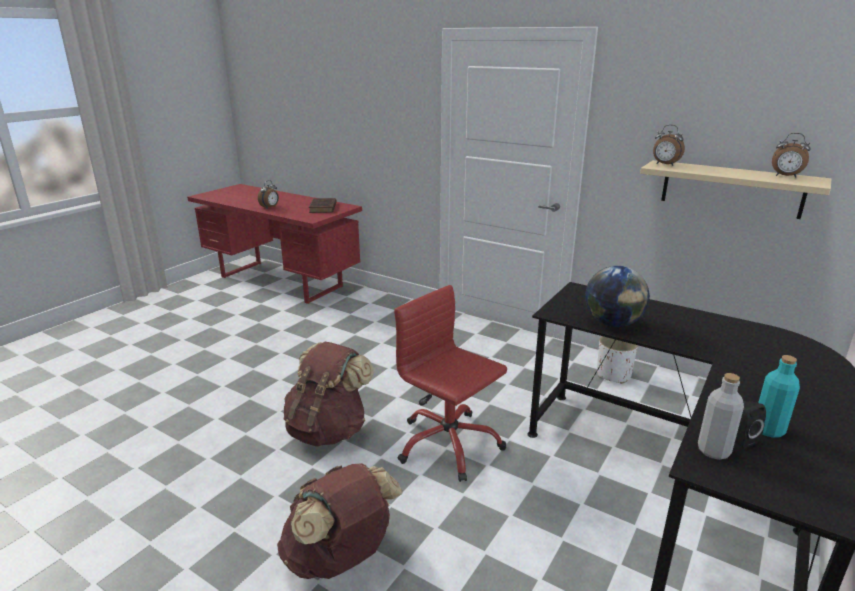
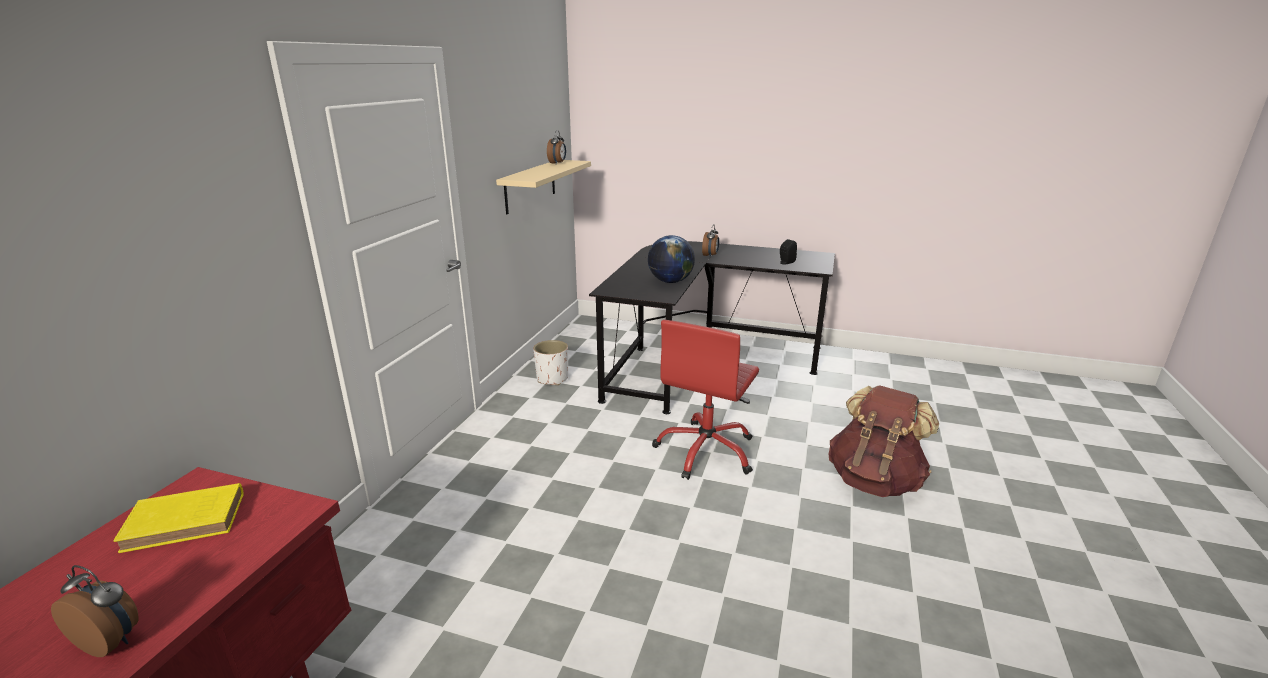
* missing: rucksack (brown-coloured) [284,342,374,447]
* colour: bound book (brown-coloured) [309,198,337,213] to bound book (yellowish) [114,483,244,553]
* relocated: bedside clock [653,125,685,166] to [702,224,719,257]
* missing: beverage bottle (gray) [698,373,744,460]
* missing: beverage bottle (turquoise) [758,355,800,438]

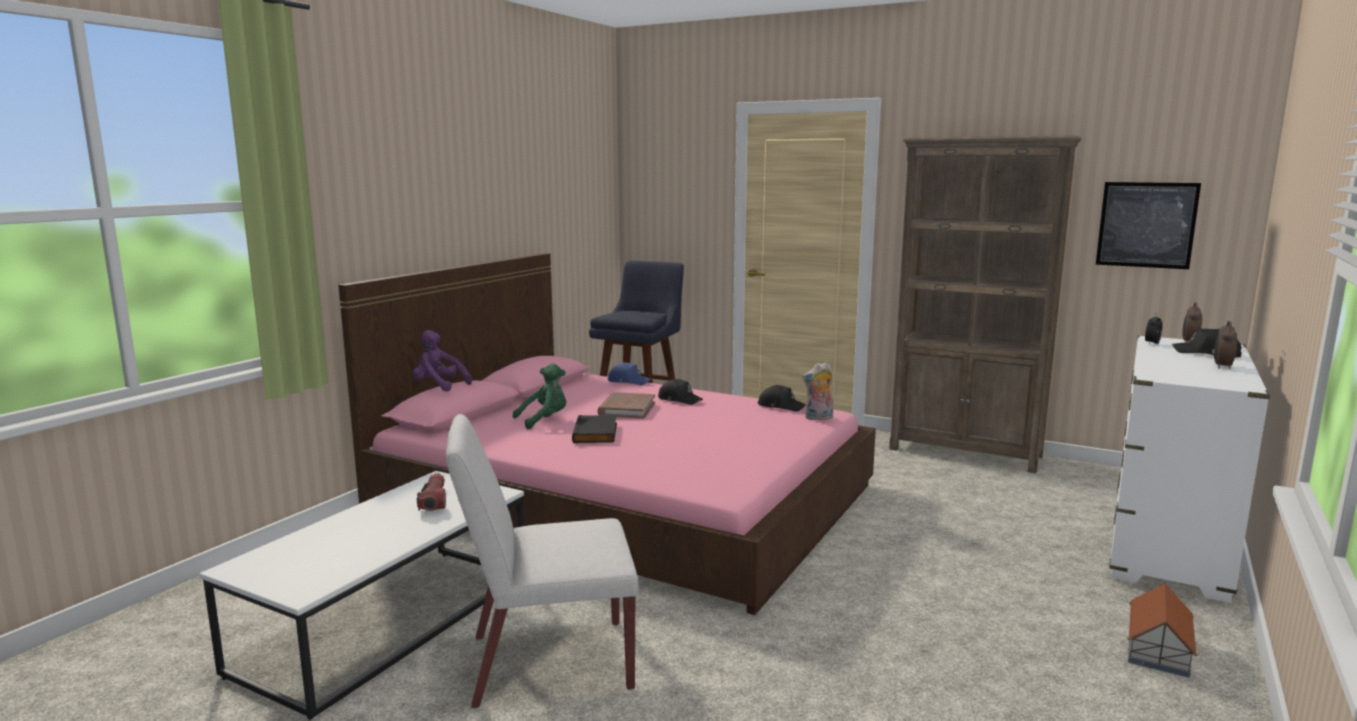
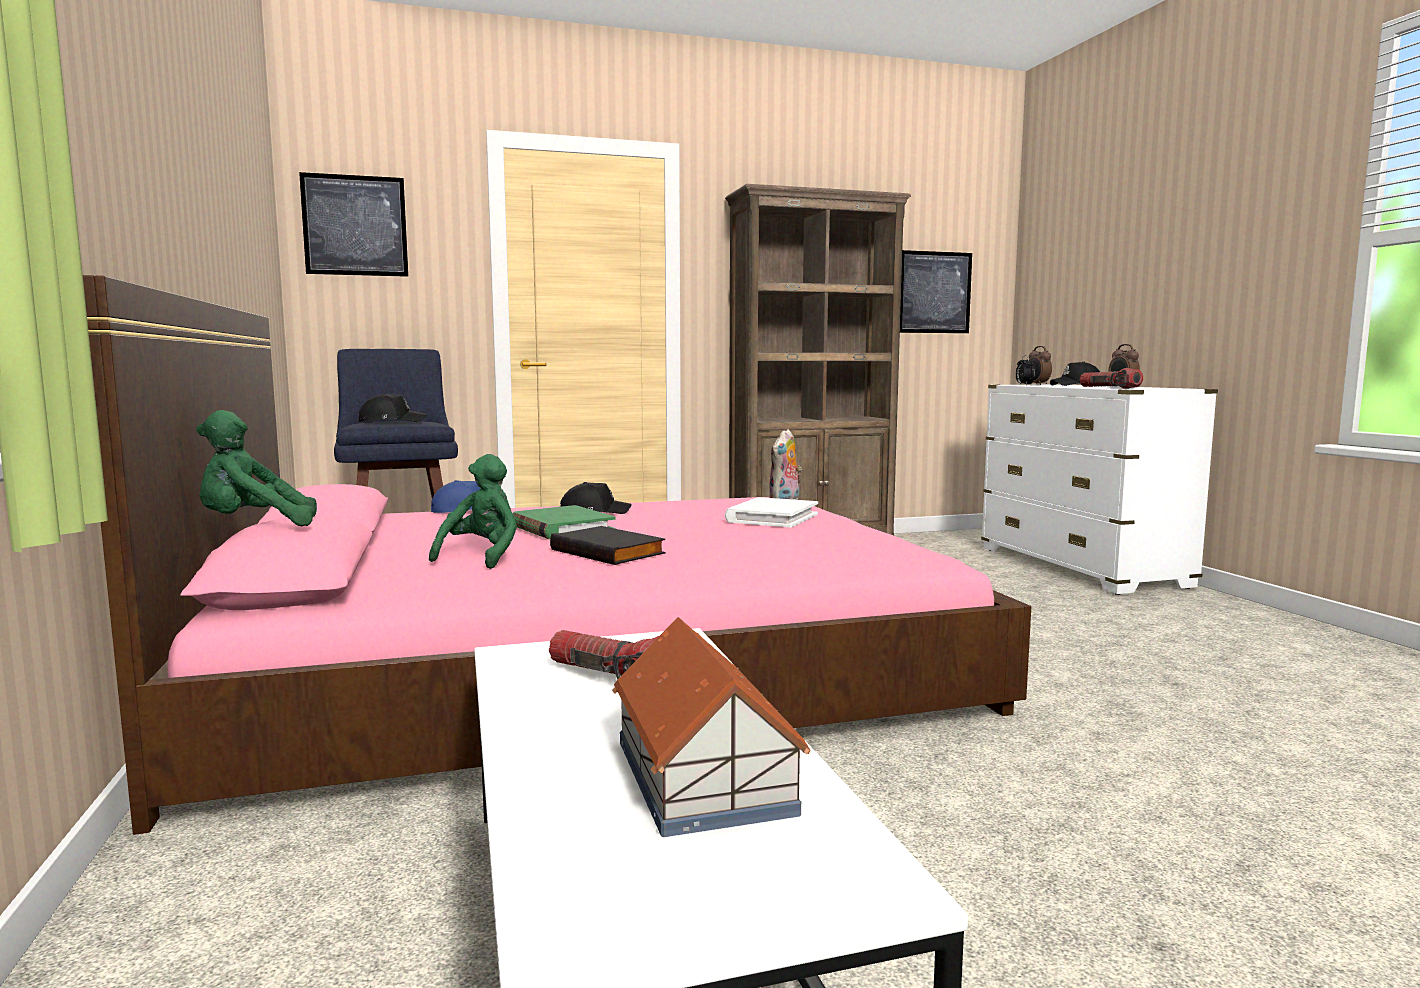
* colour: plush toy (purple) [413,330,472,391] to plush toy (green) [196,410,317,526]
* missing: chair (white) [446,414,639,709]
* colour: bound book (brown-coloured) [597,392,655,419] to bound book (green) [513,505,616,539]
* relocated: cap (blackish) [758,385,805,412] to [357,393,427,422]
* relocated: model house [1127,584,1198,678] to [612,617,811,837]
* appeared: wall art [299,172,408,277]
* appeared: bound book (white) [725,497,818,528]
* appeared: hand torch [1080,368,1143,389]

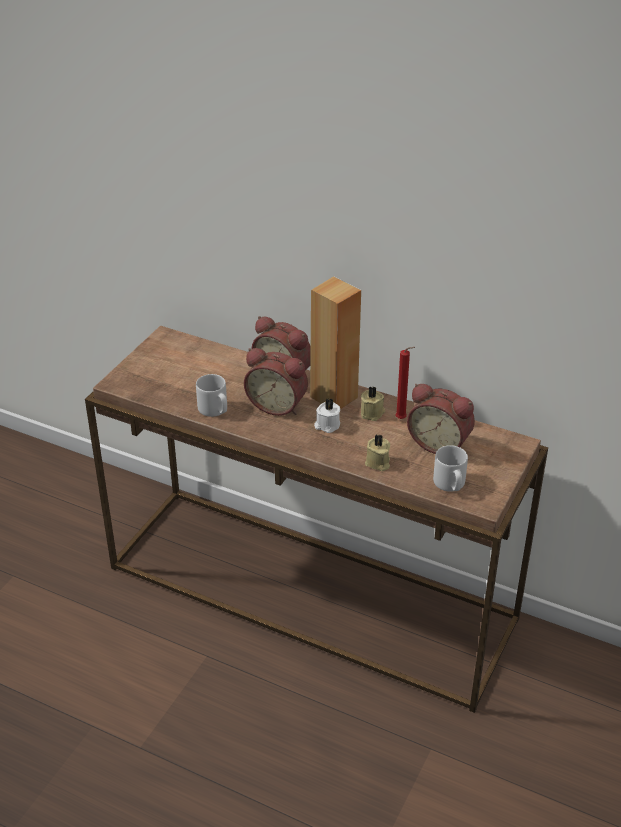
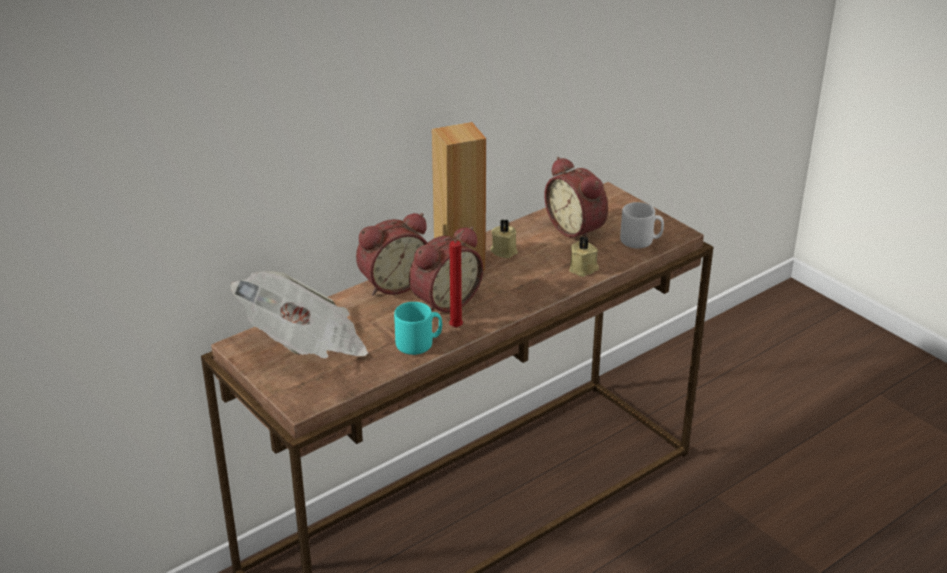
* colour: tea mug (gray) [196,374,227,417] to tea mug (turquoise) [394,302,442,355]
* missing: candle (white) [314,398,340,433]
* relocated: candle (red-coloured) [395,347,415,419] to [449,229,465,328]
* spun: bedside clock [407,384,475,454] = [544,157,608,242] 90 degrees clockwise
* appeared: daily paper [231,271,368,359]

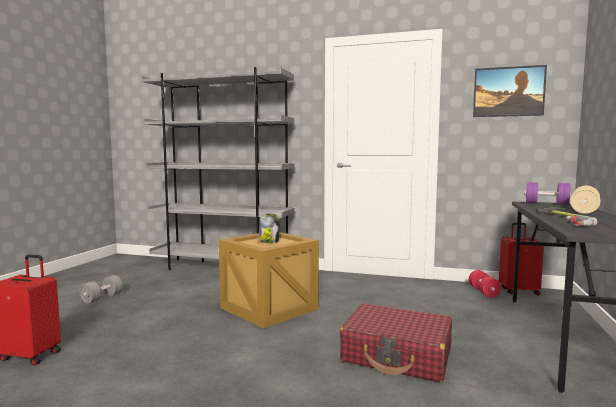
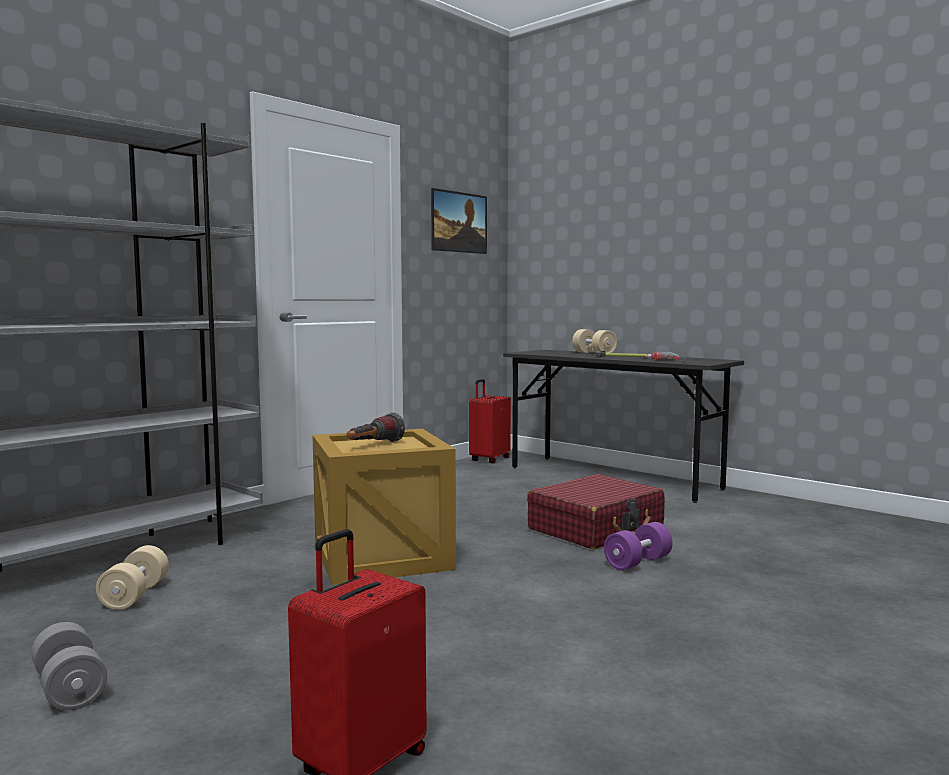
* exchanged: jar [258,214,280,243] to hand torch [347,412,405,442]
* missing: hand weight (red-coloured) [469,270,502,298]
* relocated: hand weight (purple) [525,182,571,205] to [604,522,673,570]
* appeared: hand weight (beige) [96,545,169,610]

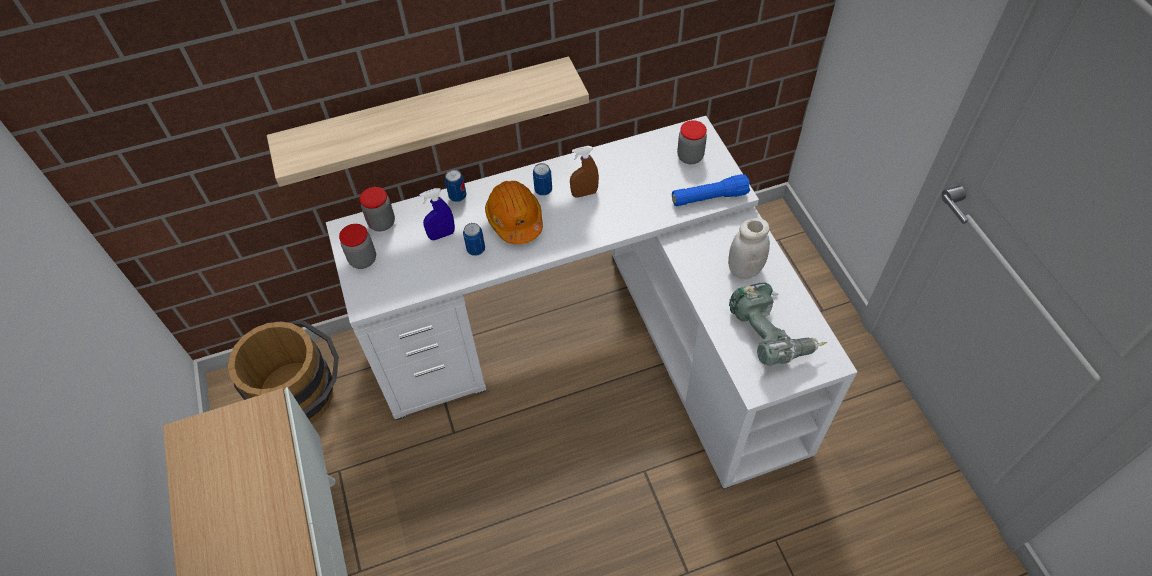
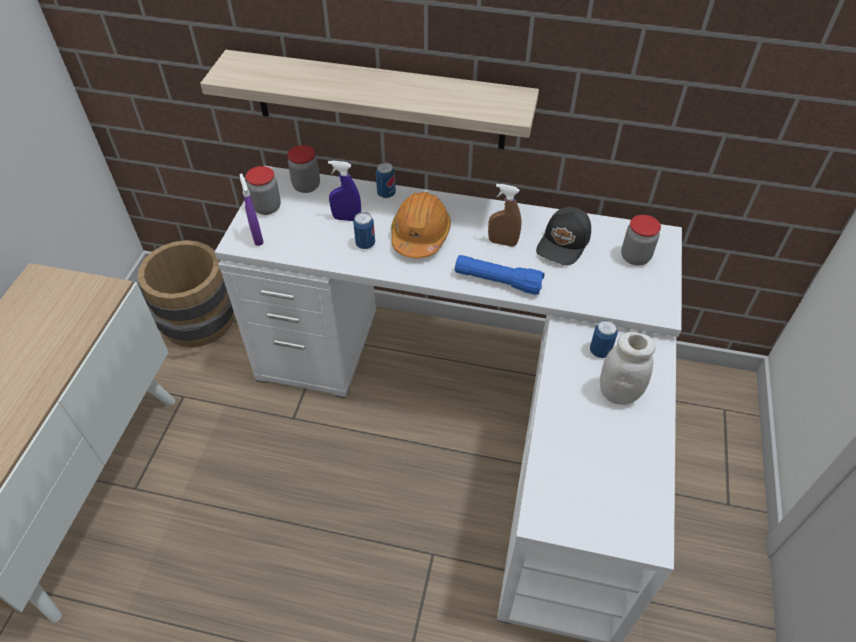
* relocated: can [533,163,552,195] to [590,320,618,358]
* relocated: hand torch (blue-coloured) [672,174,750,206] to [455,255,545,295]
* missing: power drill [729,282,828,366]
* appeared: sprayer (purple) [240,174,264,246]
* appeared: cap (blackish) [536,207,591,265]

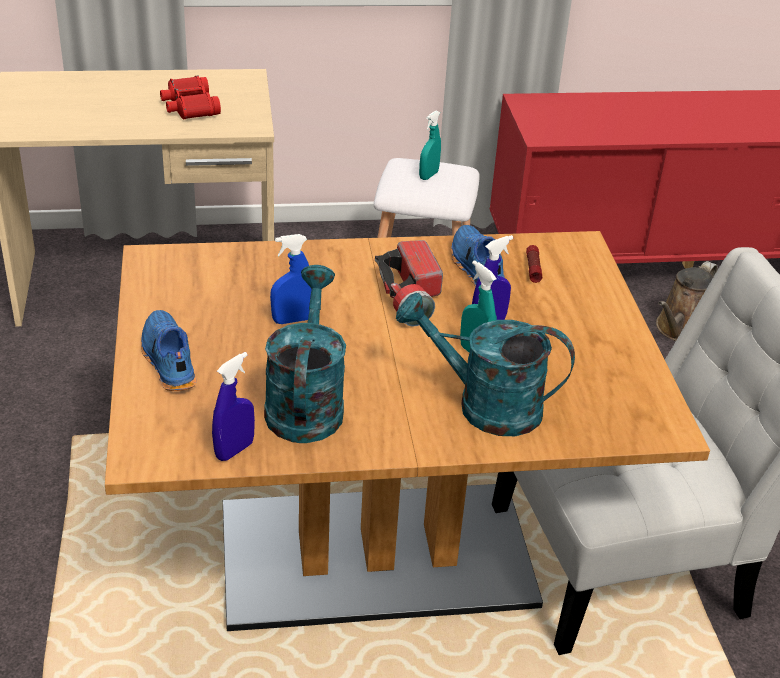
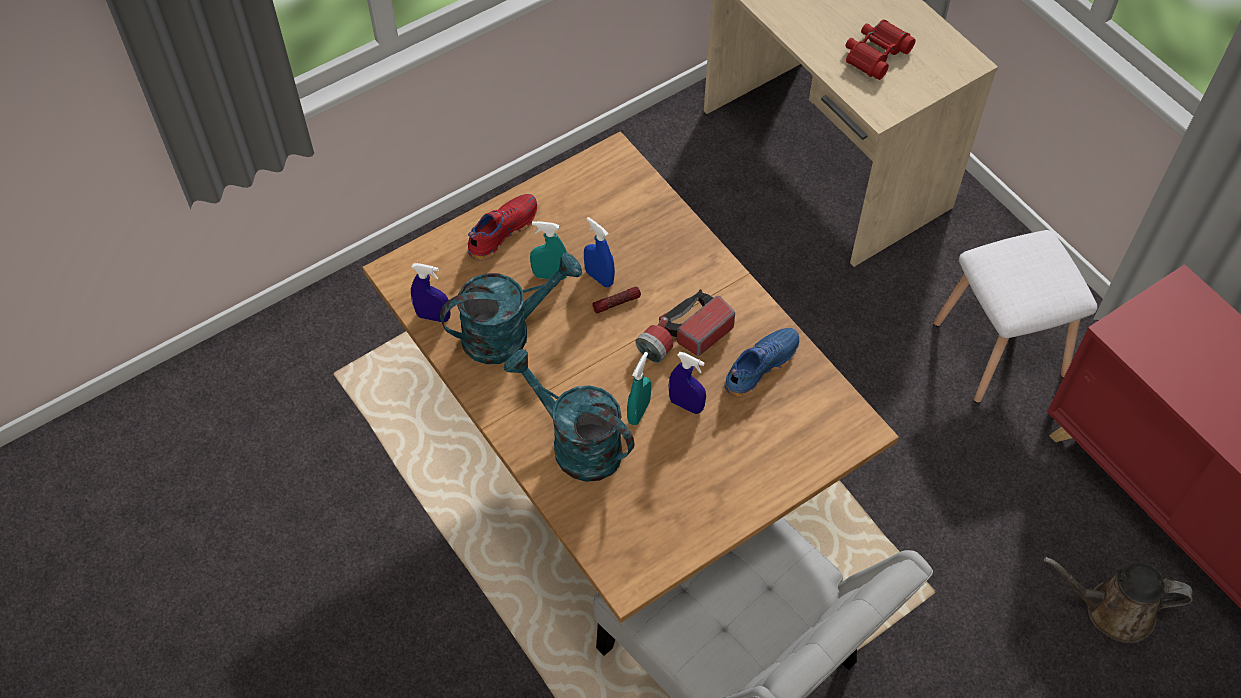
* colour: shoe (blue-coloured) [141,310,197,391] to shoe (red-coloured) [467,194,537,261]
* spun: sprinkling can (turquoise) [396,292,575,436] = [504,349,634,482] 45 degrees counterclockwise
* relocated: sprayer (turquoise) [419,110,441,180] to [530,221,567,280]
* relocated: hand torch [526,245,542,283] to [592,286,641,314]

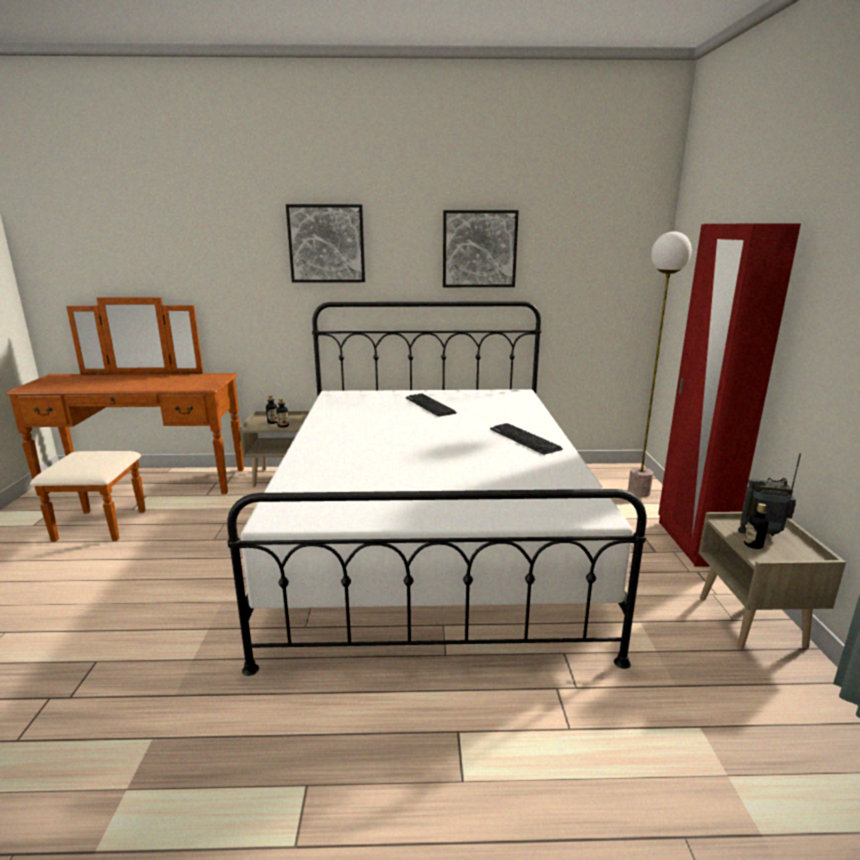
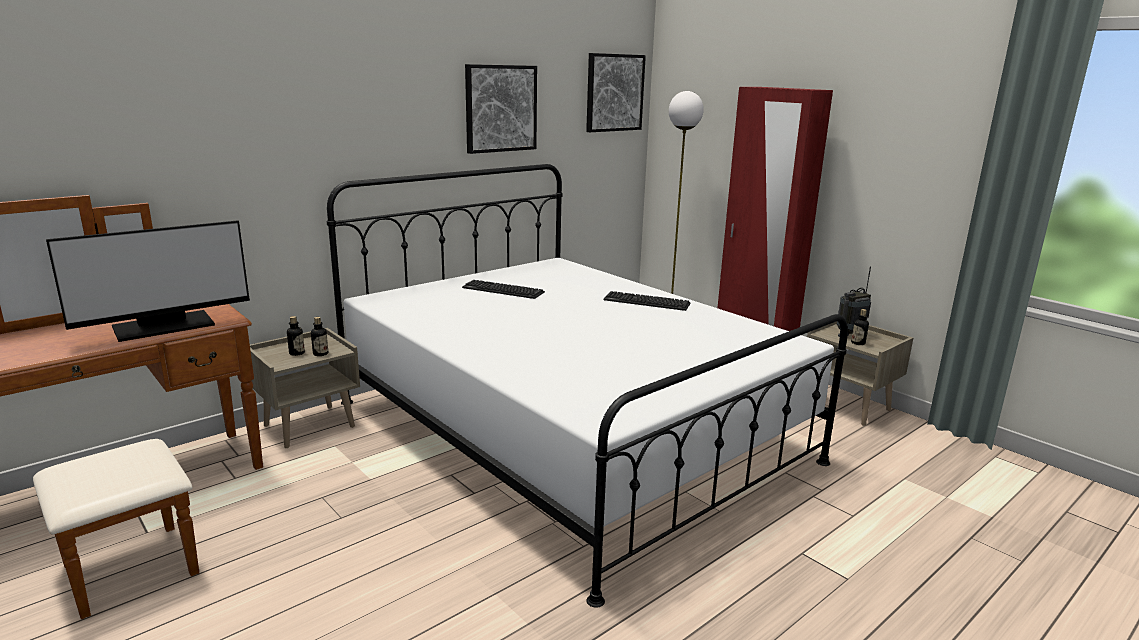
* relocated: wall art [286,204,365,283] to [586,53,646,132]
* appeared: monitor [46,220,250,342]

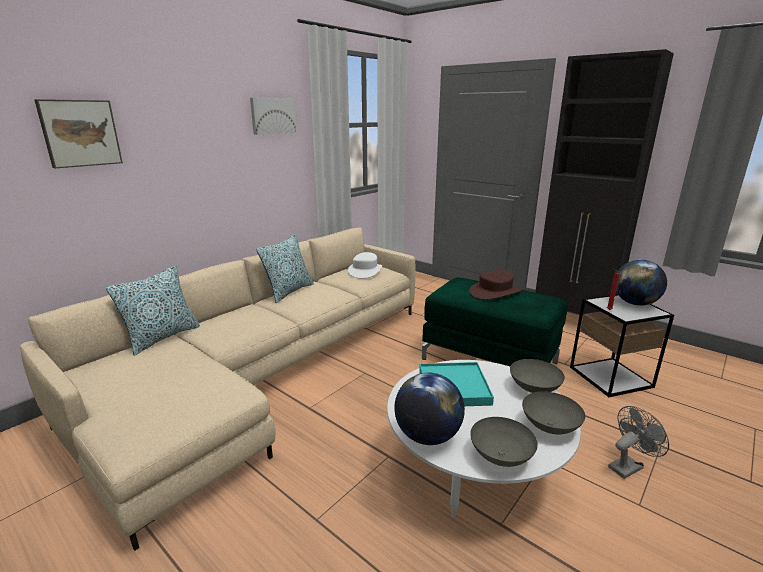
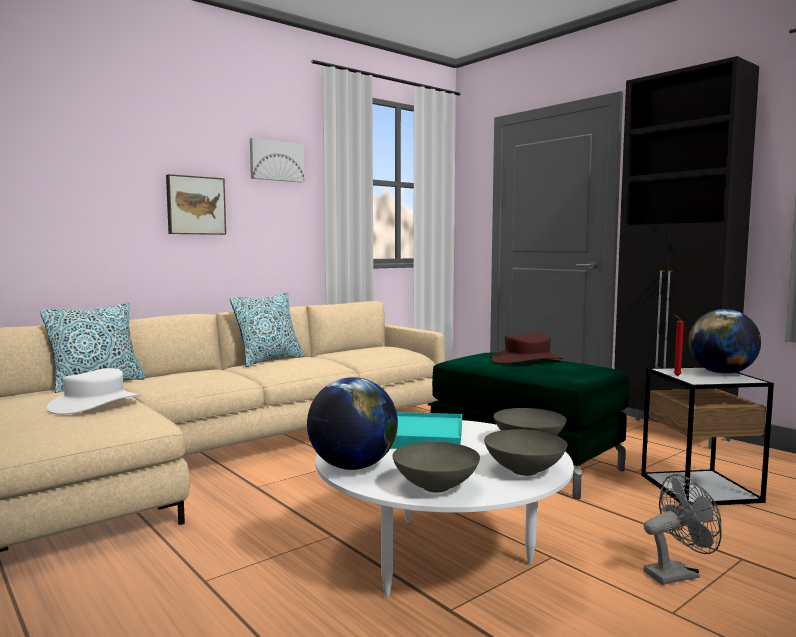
* relocated: wall art [34,99,123,168] to [166,174,226,235]
* relocated: hat (white) [348,252,382,279] to [47,368,139,415]

